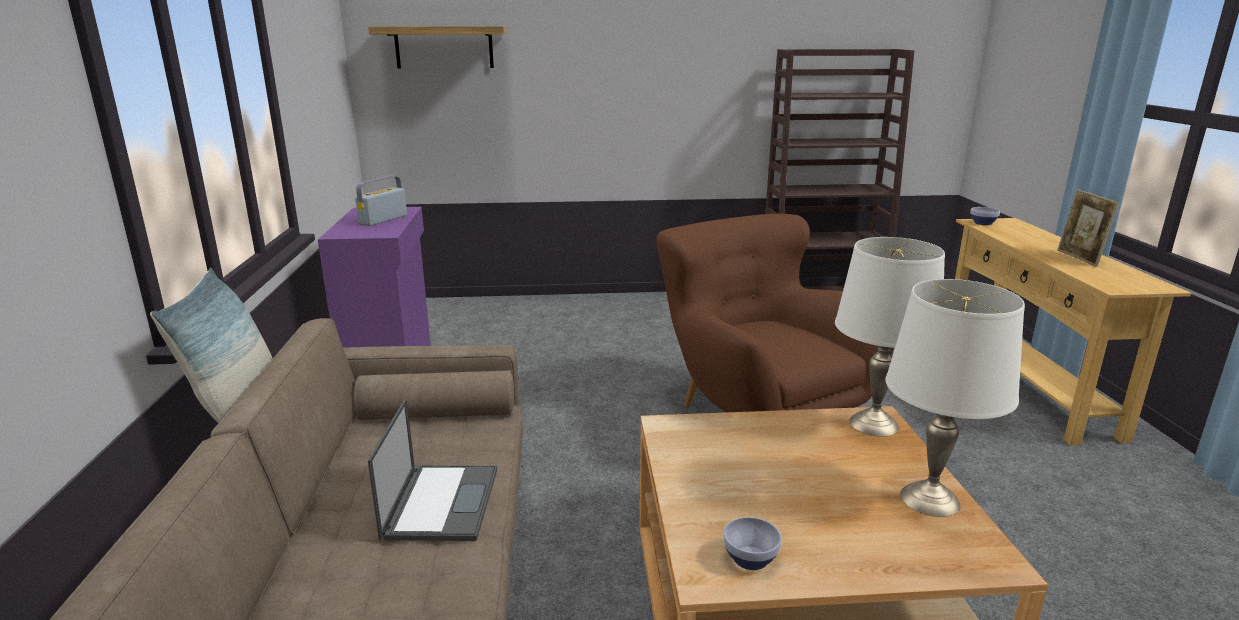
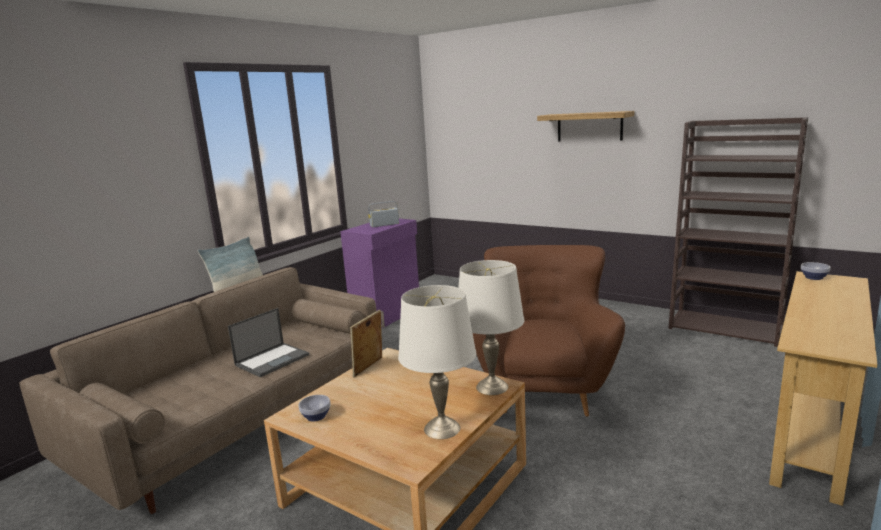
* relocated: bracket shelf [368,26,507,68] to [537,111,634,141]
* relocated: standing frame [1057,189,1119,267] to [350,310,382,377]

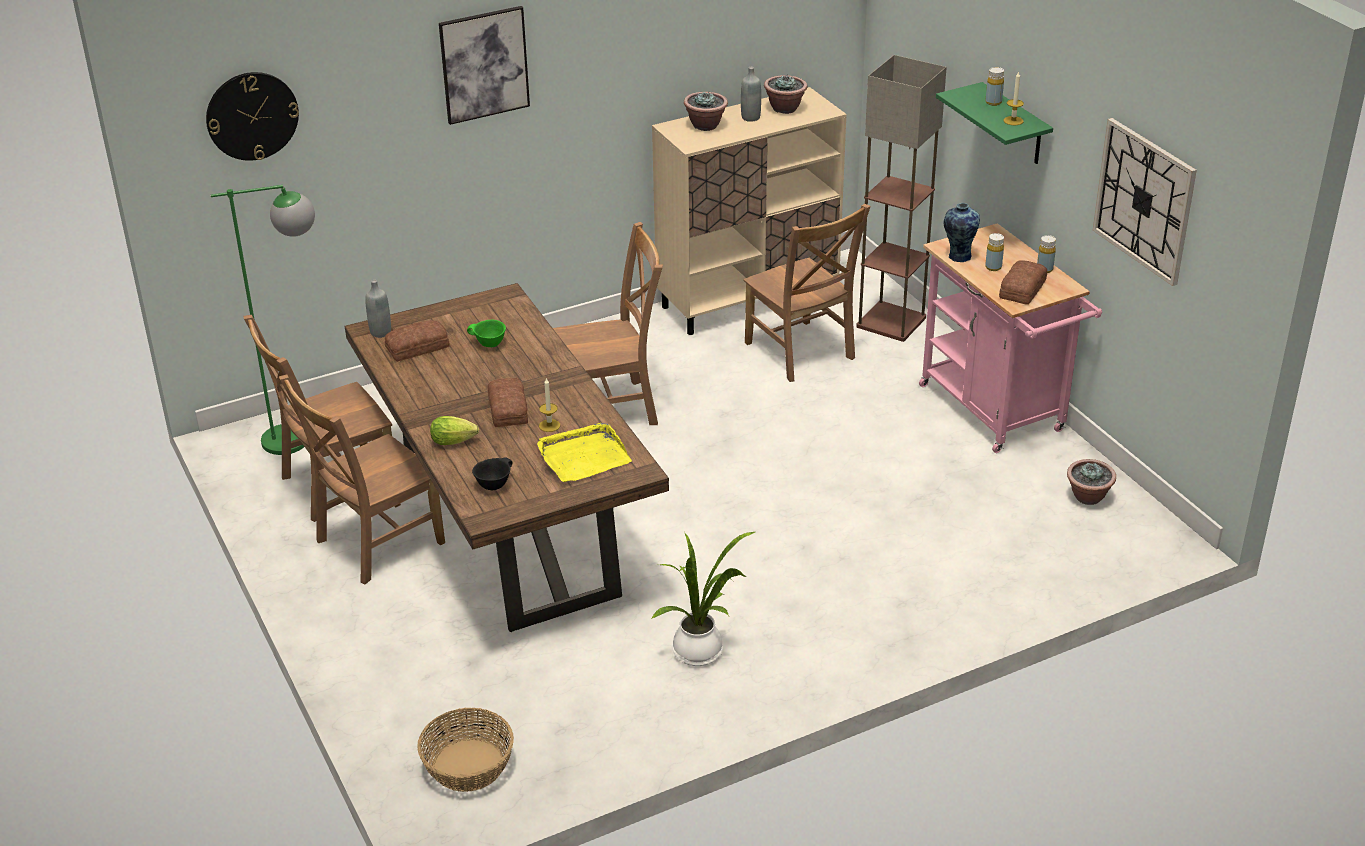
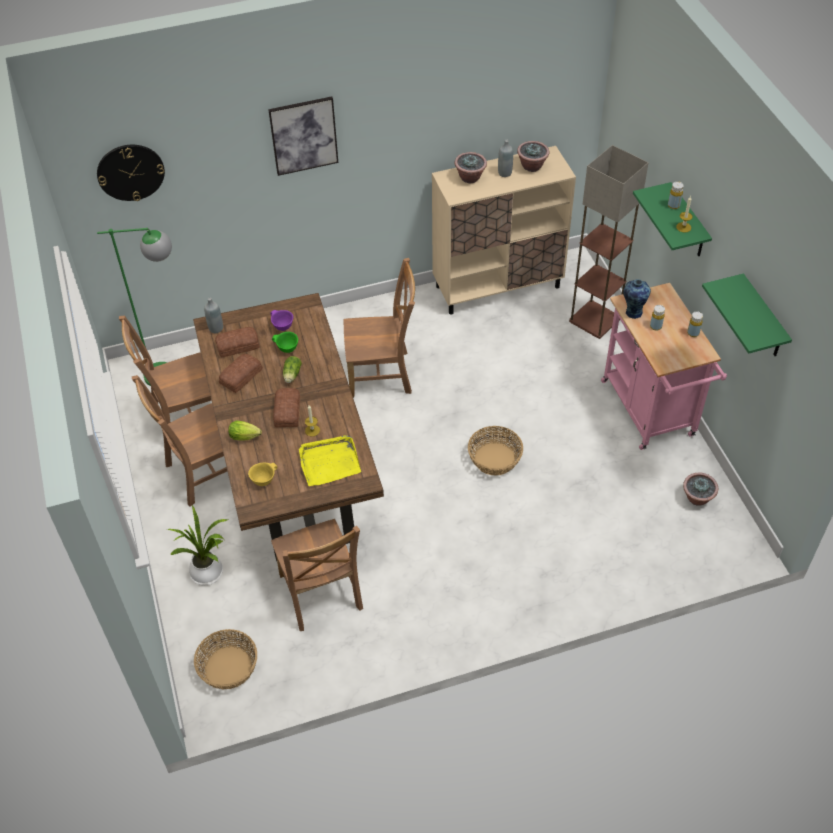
* colour: serving bowl (blackish) [472,457,513,490] to serving bowl (yellowish) [248,463,277,486]
* relocated: potted plant [651,532,755,666] to [167,505,228,586]
* relocated: chair (brown-coloured) [744,204,871,382] to [271,519,363,631]
* relocated: bread [999,260,1047,305] to [219,354,263,393]
* exchanged: wall clock [1093,118,1197,286] to bracket shelf (green) [702,273,792,356]
* appeared: serving bowl (purple) [270,310,293,331]
* appeared: lettuce head [283,356,302,383]
* appeared: household basket [468,426,523,476]

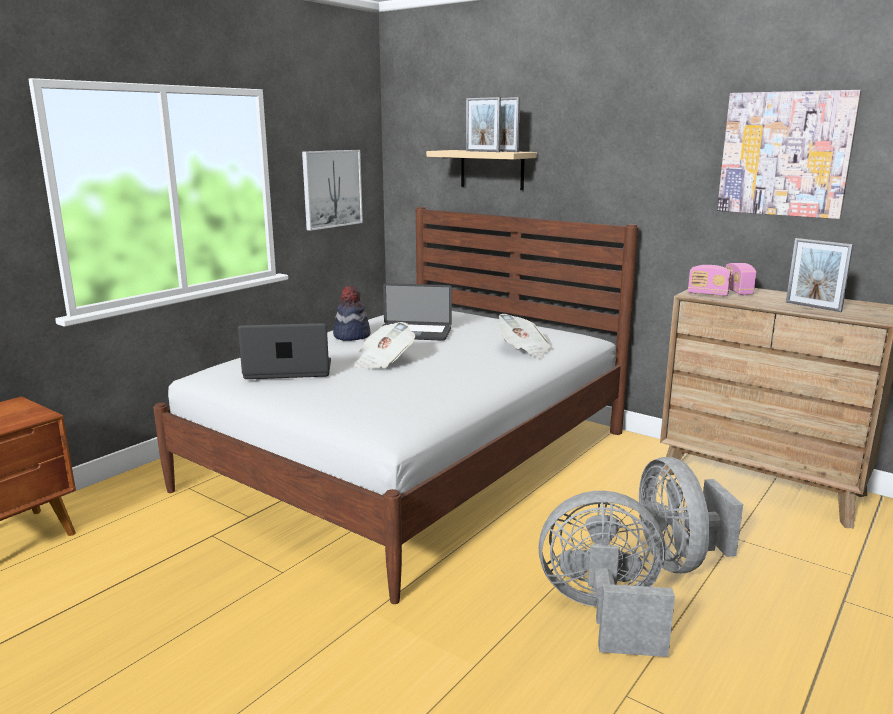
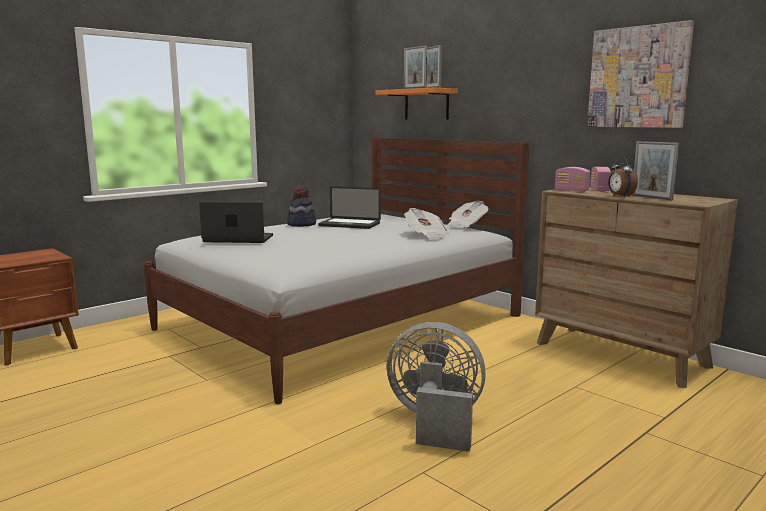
* missing: wall art [302,150,363,231]
* relocated: daily paper [354,322,415,369] to [446,201,489,228]
* colour: bracket shelf (beige) [426,150,537,190] to bracket shelf (orange) [375,87,458,119]
* missing: fan (gray) [639,457,743,573]
* appeared: bedside clock [608,157,638,198]

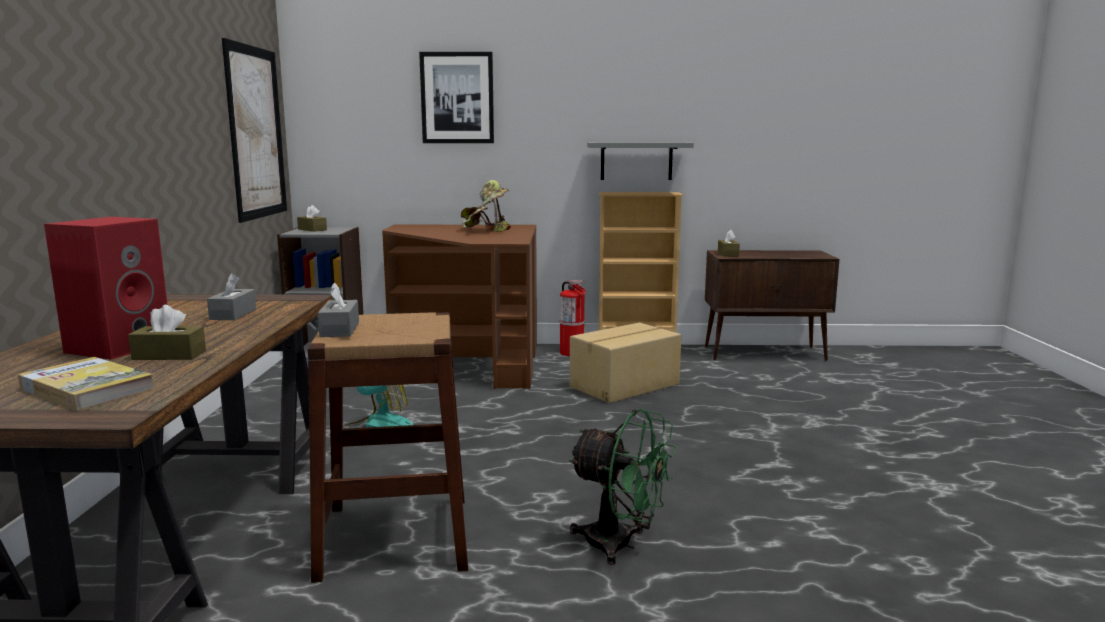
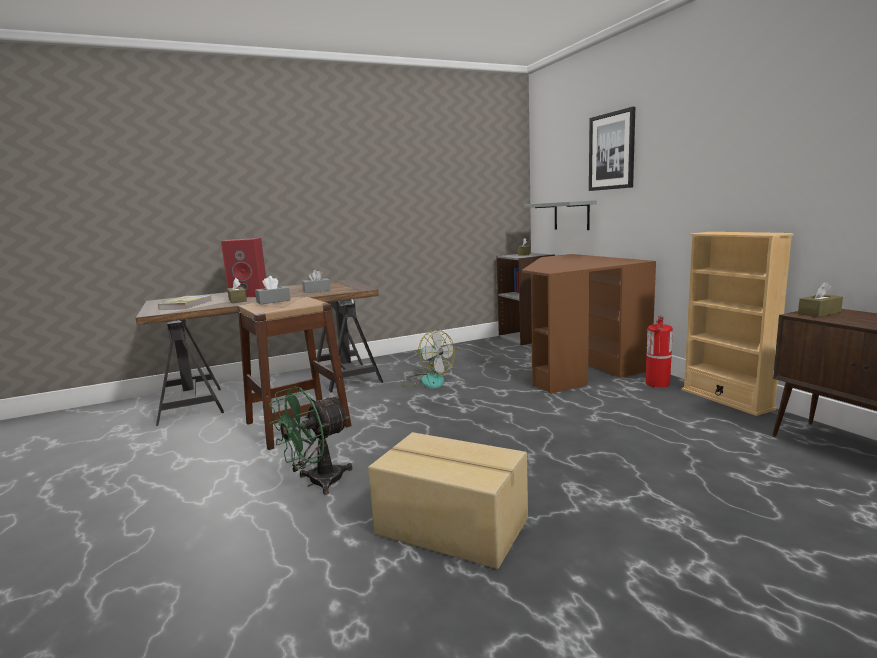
* missing: wall art [222,38,287,223]
* missing: potted plant [461,180,511,232]
* spun: fan (green) [568,409,676,565] = [269,387,352,495] 45 degrees clockwise
* relocated: cardboard box [570,323,681,403] to [368,432,528,569]
* relocated: bracket shelf (gray) [587,142,694,180] to [524,200,597,230]

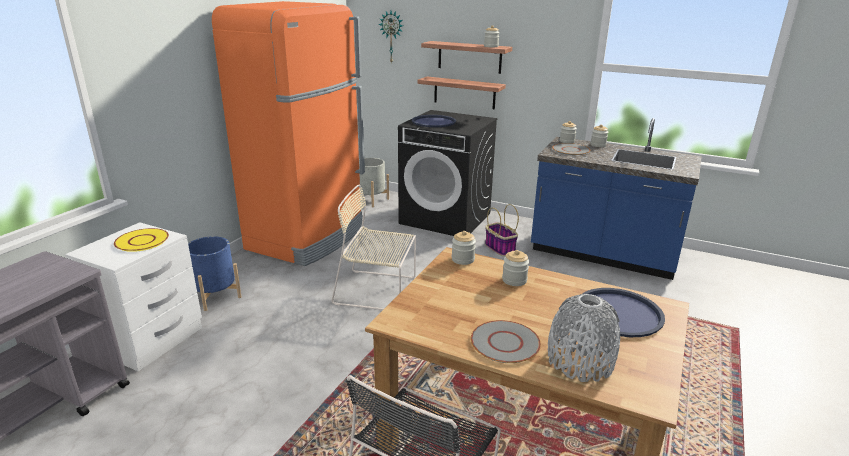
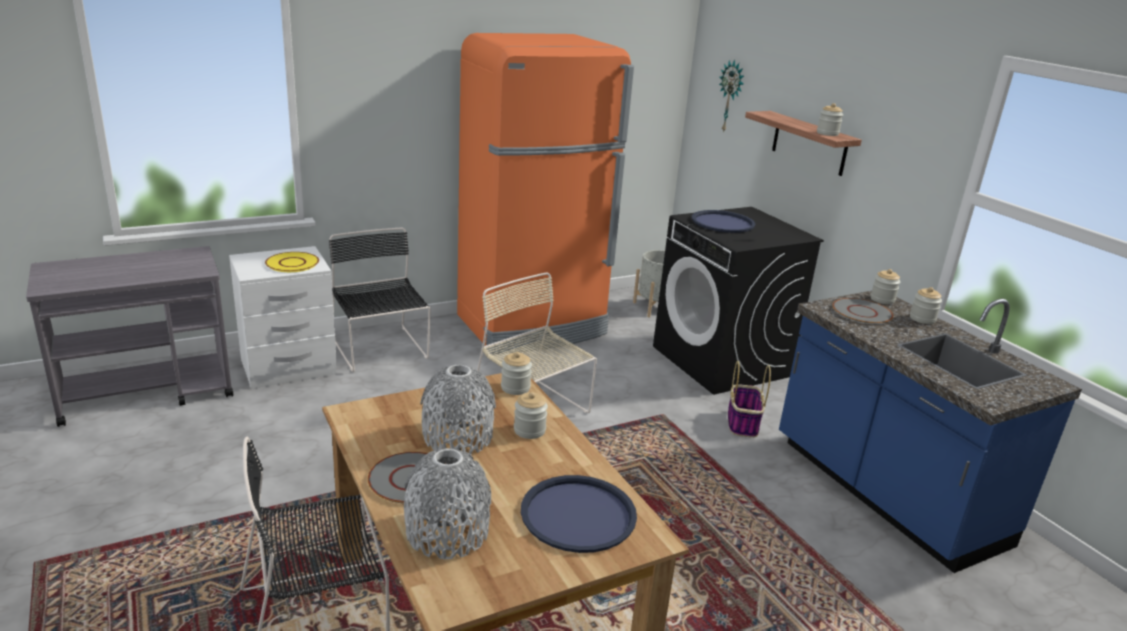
* exchanged: plant pot (blue-coloured) [188,236,241,311] to chair (blackish) [329,228,431,372]
* missing: bracket shelf [417,76,506,110]
* appeared: decorative vase (gray) [420,365,496,454]

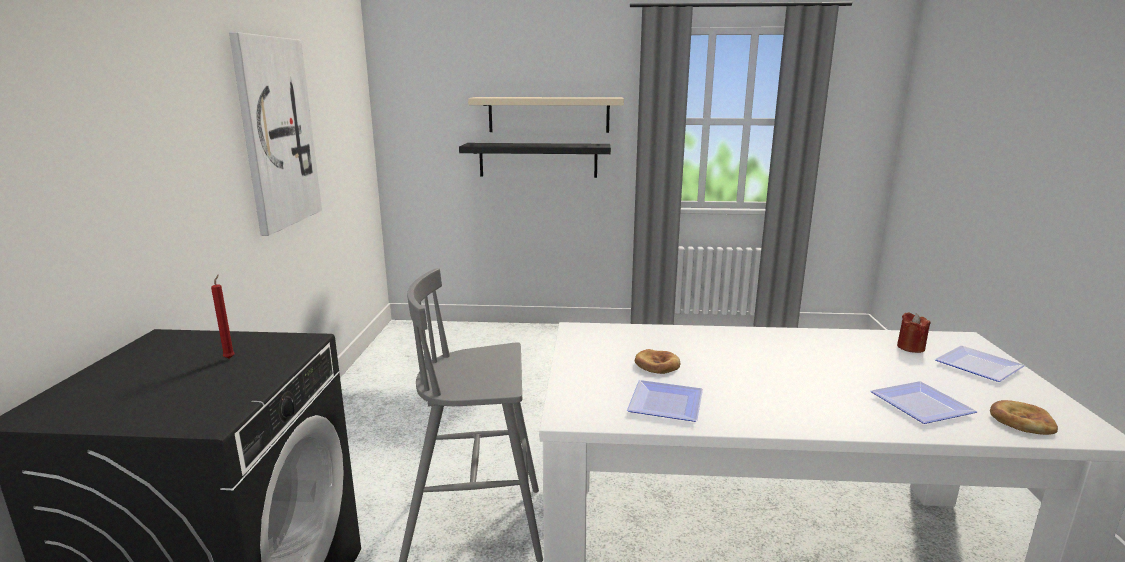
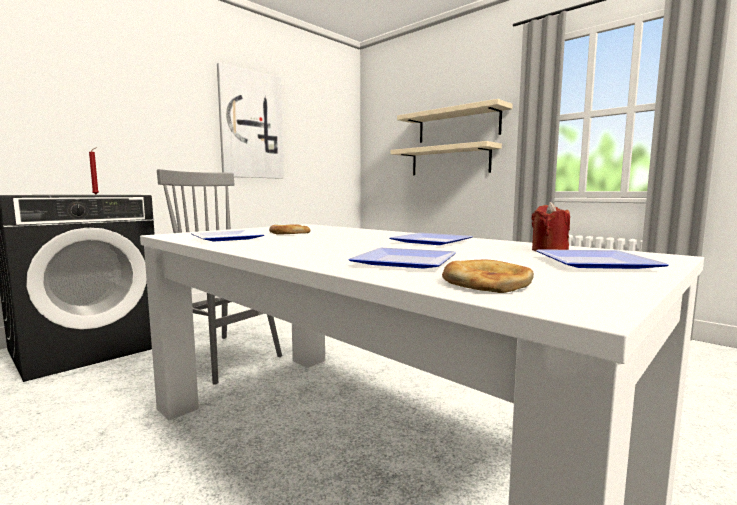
* colour: bracket shelf (blackish) [459,143,611,178] to bracket shelf (beige) [391,141,502,175]
* appeared: flat dish [390,233,472,245]

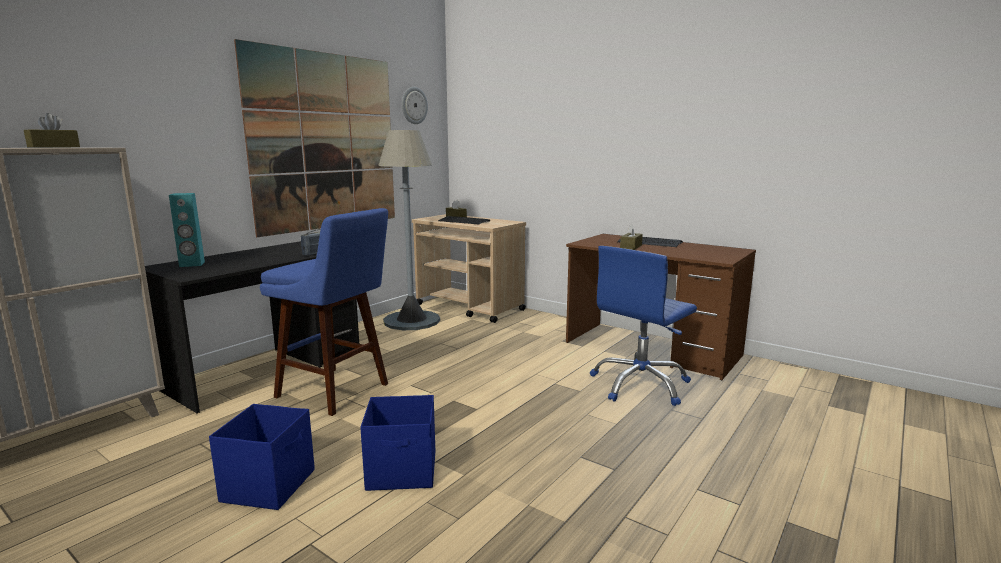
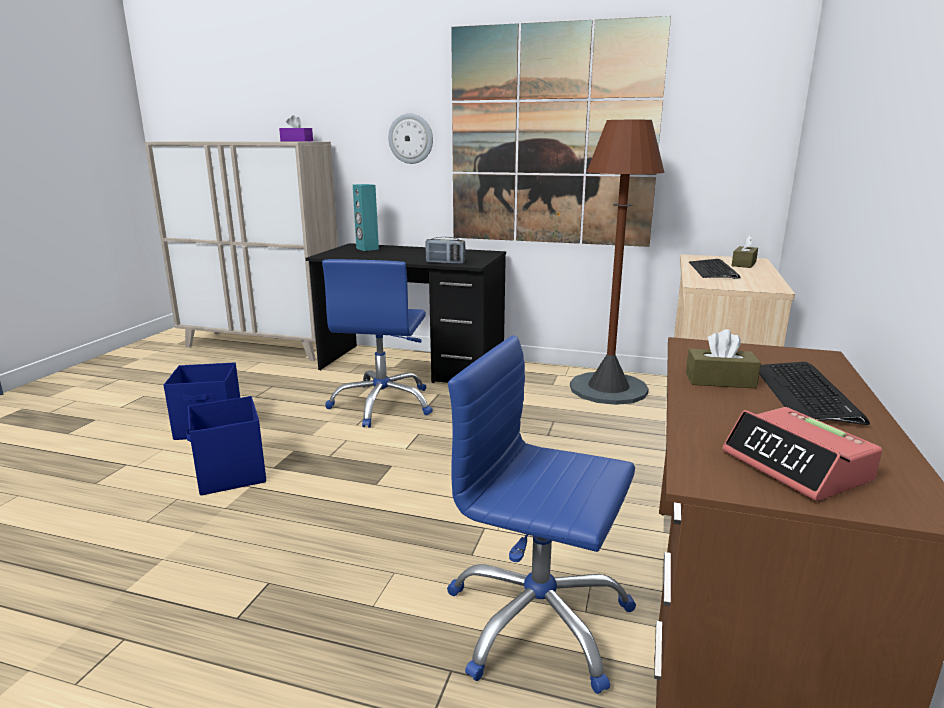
* colour: tissue box (brown-coloured) [24,113,80,148] to tissue box (purple) [279,115,313,141]
* exchanged: stool (blue-coloured) [260,208,388,416] to computer chair (blue-coloured) [322,259,433,428]
* colour: standing lamp (gray) [378,130,440,330] to standing lamp (brown-coloured) [570,120,664,405]
* relocated: wall clock [402,87,428,124] to [388,113,433,164]
* appeared: bedside clock [722,407,882,501]

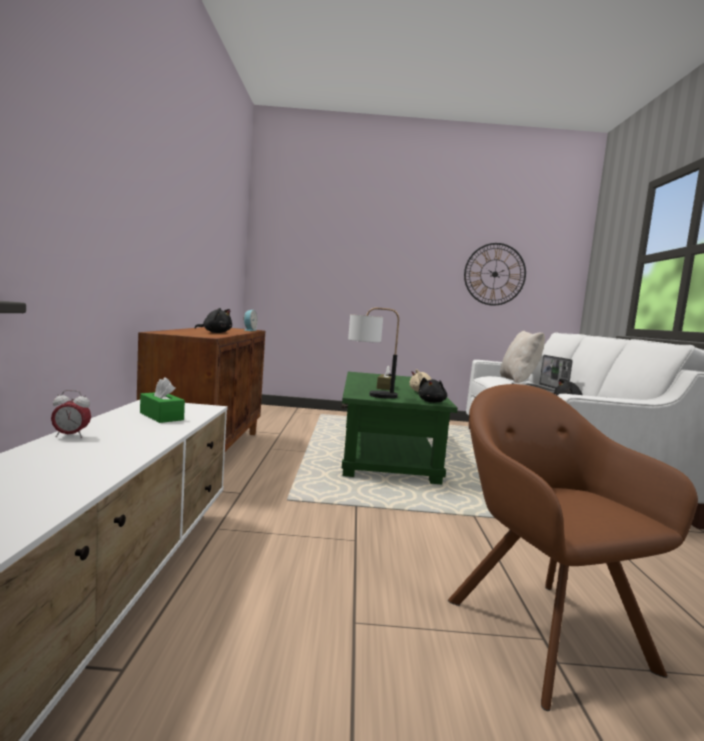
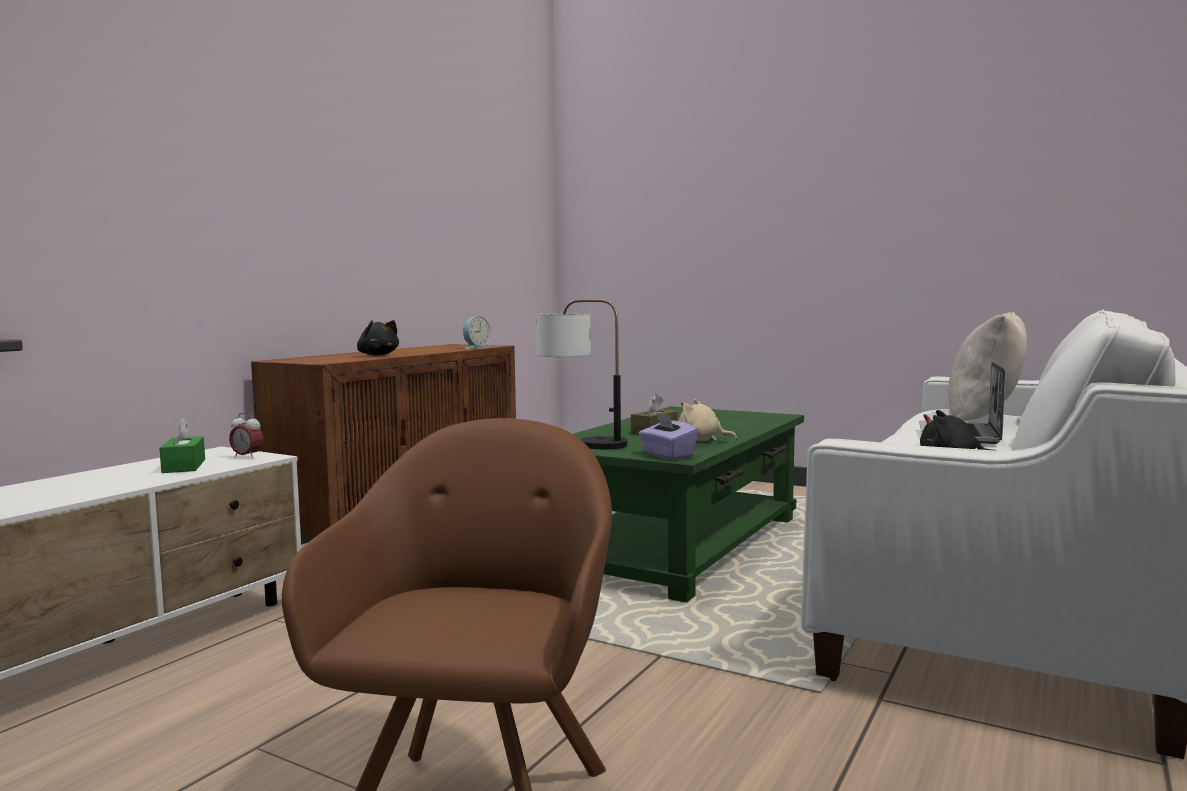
* relocated: bedside clock [51,390,91,438] to [229,413,264,459]
* exchanged: plush toy (blackish) [418,377,447,403] to tissue box (purple) [639,412,698,460]
* missing: wall clock [464,243,526,306]

